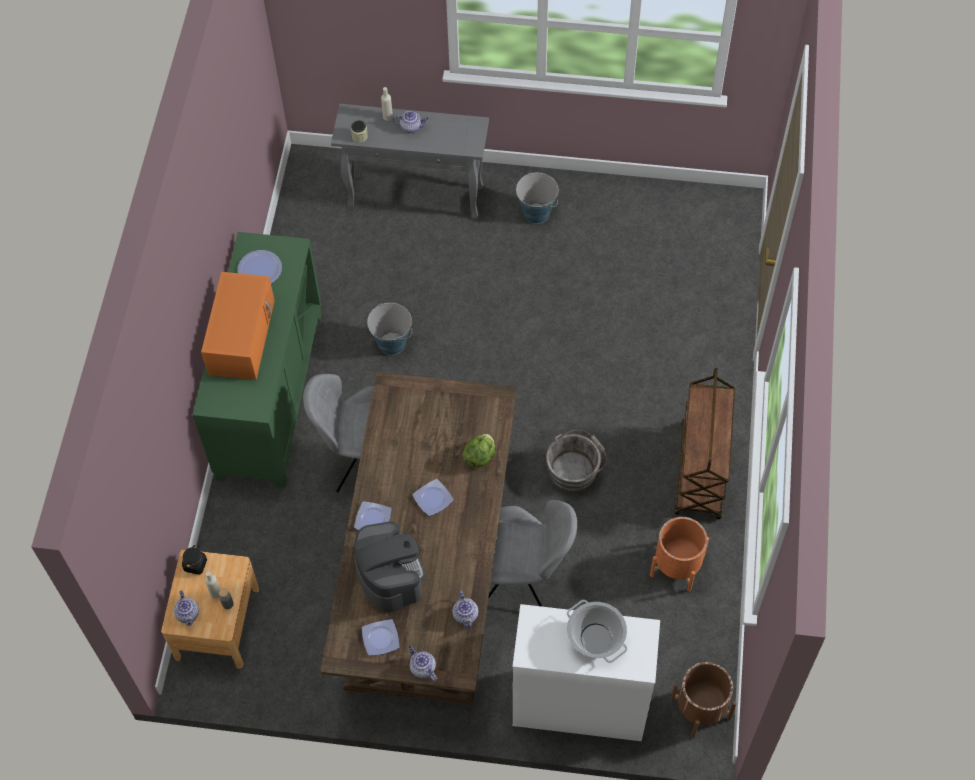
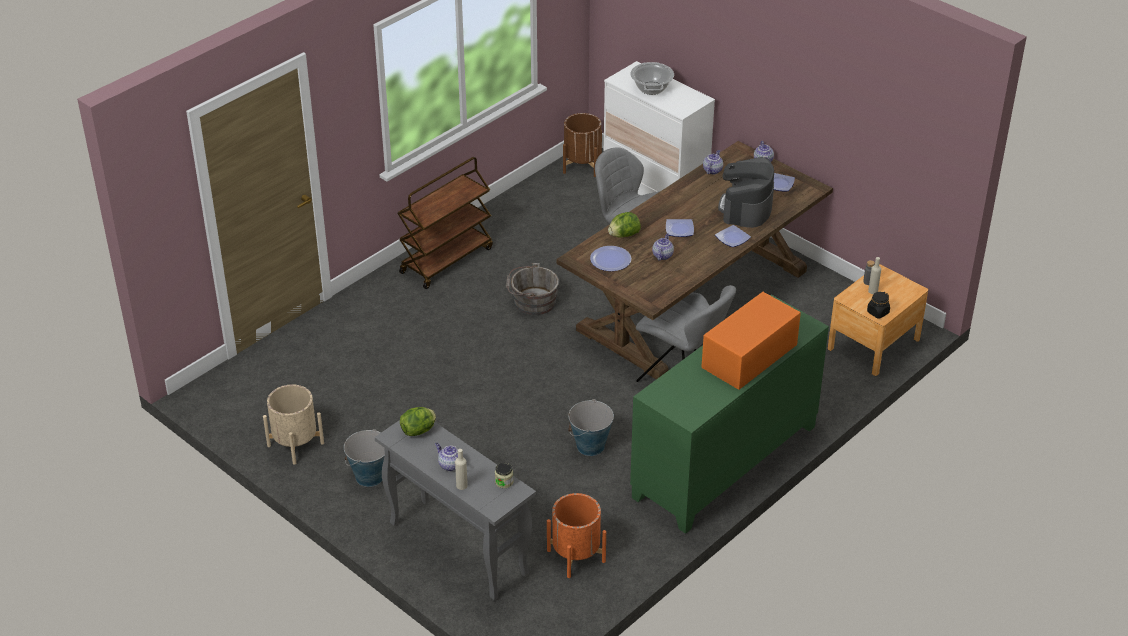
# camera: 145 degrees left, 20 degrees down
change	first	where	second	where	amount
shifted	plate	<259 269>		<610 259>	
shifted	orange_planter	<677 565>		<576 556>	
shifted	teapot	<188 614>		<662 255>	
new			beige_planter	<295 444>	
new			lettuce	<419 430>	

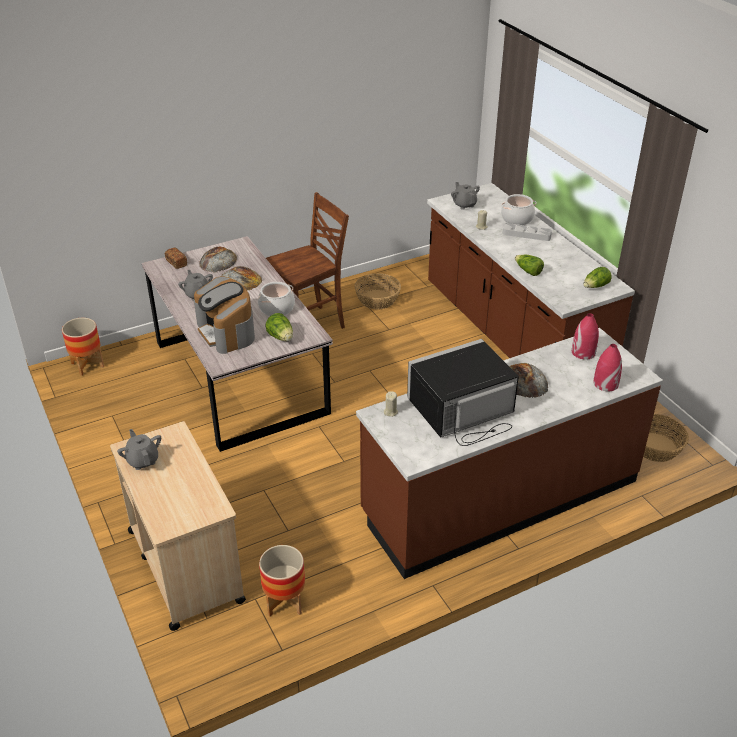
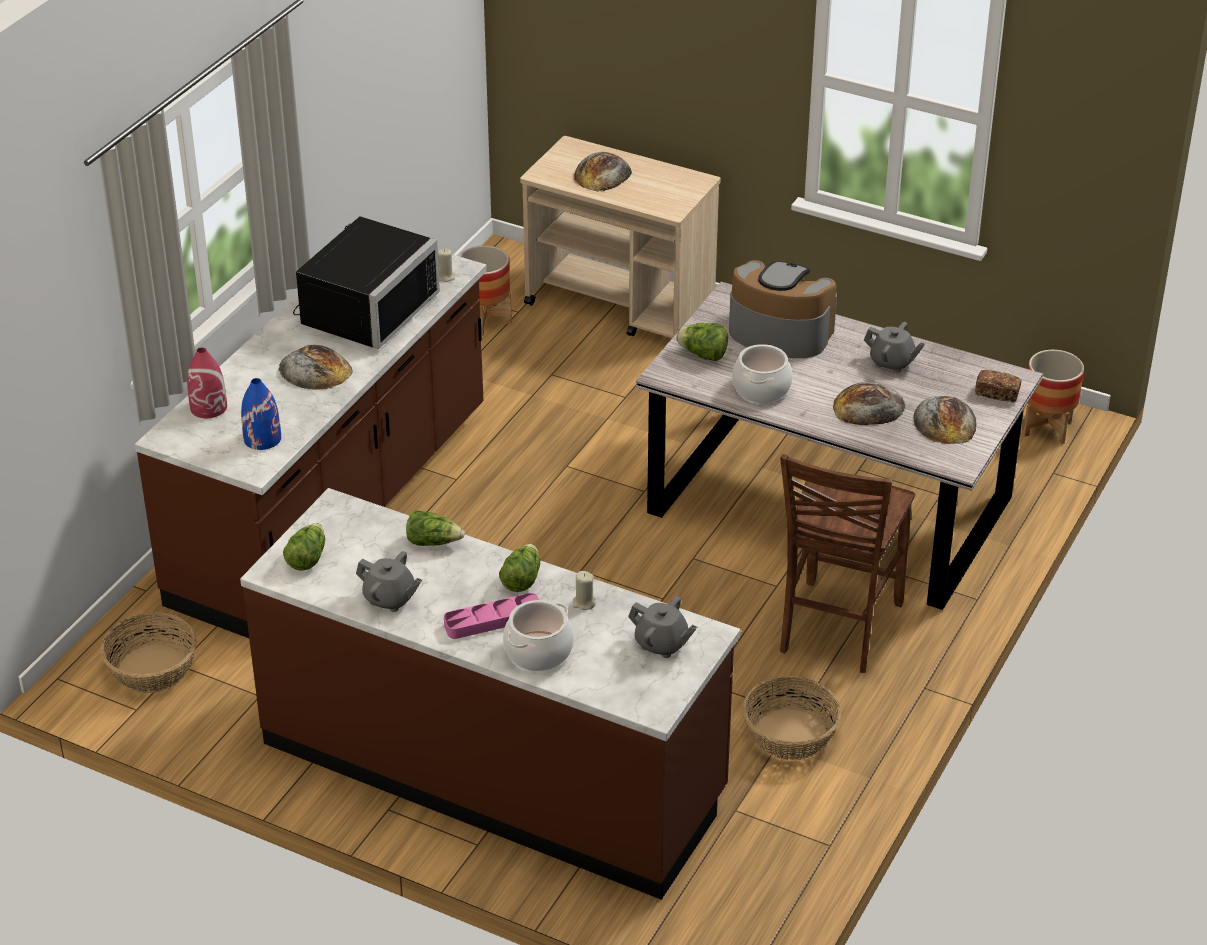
# camera: 145 degrees right, 0 degrees up
change	first	where	second	where	amount
repainted	grey_tray	<526 234>	pink_tray	<493 620>	
repainted	red_vase	<583 352>	blue_vase	<262 438>	
shifted	grey_teapot	<142 460>		<390 599>	
new			bread	<602 174>	
new			lettuce	<521 579>	

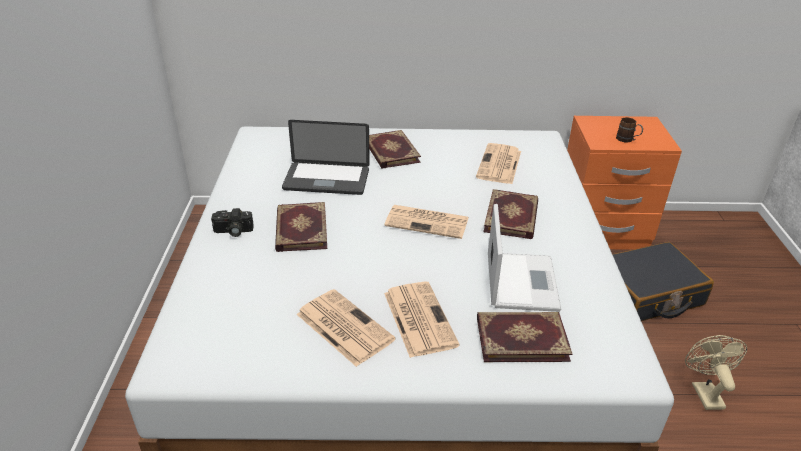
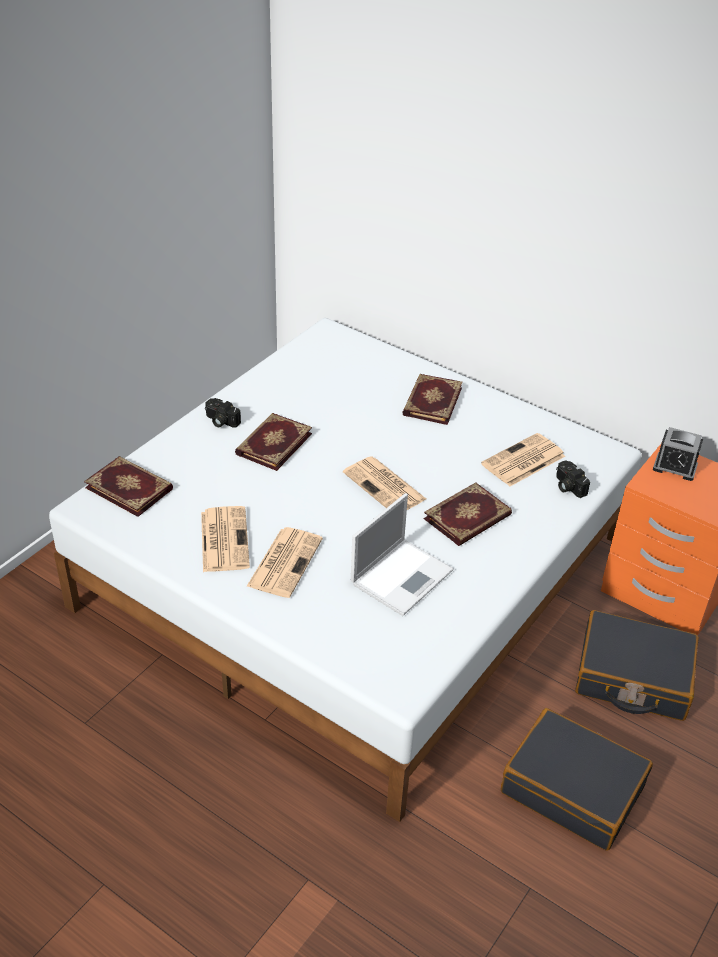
# camera: 35 degrees right, 5 degrees up
change	first	where	second	where	amount
gone	brown_mug	<627 140>			
gone	laptop	<326 180>			
shifted	book	<521 338>		<130 488>	
swapped	beige_fan	<704 392>	black_suitcase	<573 789>	
new			alarm_clock	<675 467>	
new			photo_camera	<567 486>	

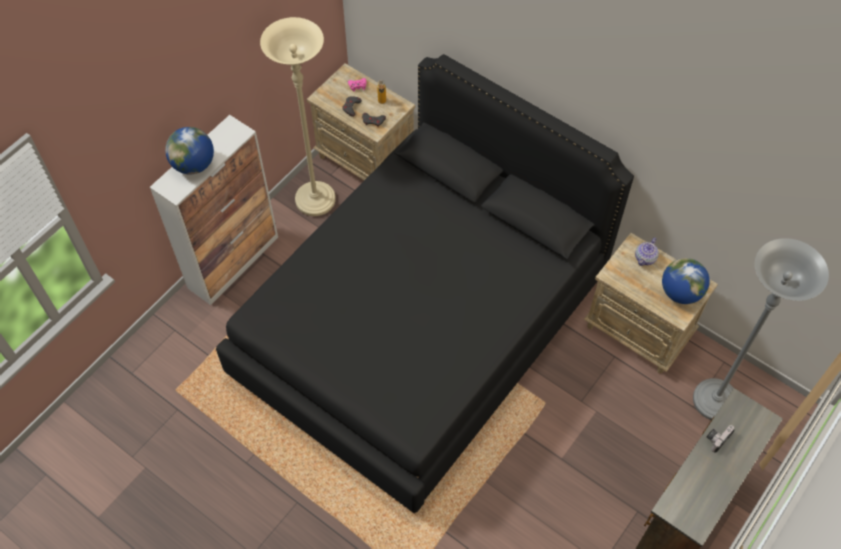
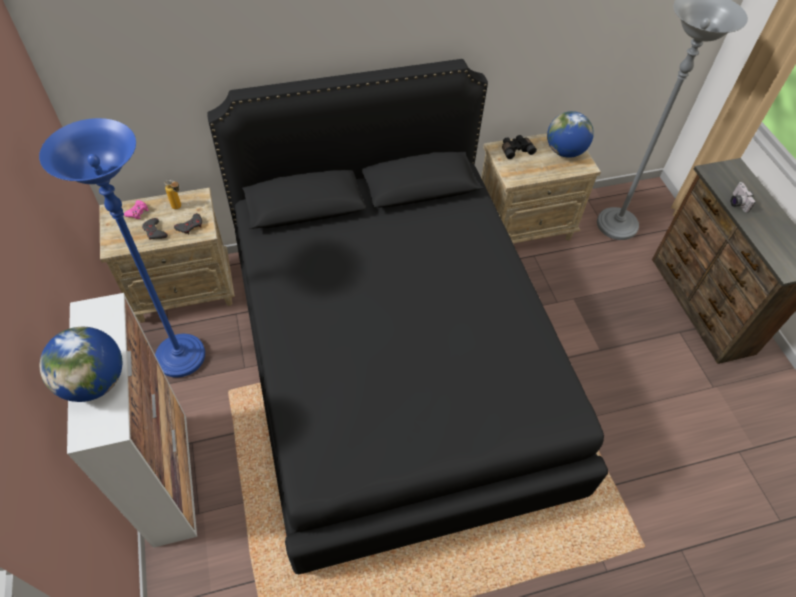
# camera: 55 degrees left, 5 degrees down
change	first	where	second	where	amount
repainted	beige_floor_lamp	<315 200>	blue_floor_lamp	<181 357>	
swapped	teapot	<645 258>	black_binoculars	<516 150>	

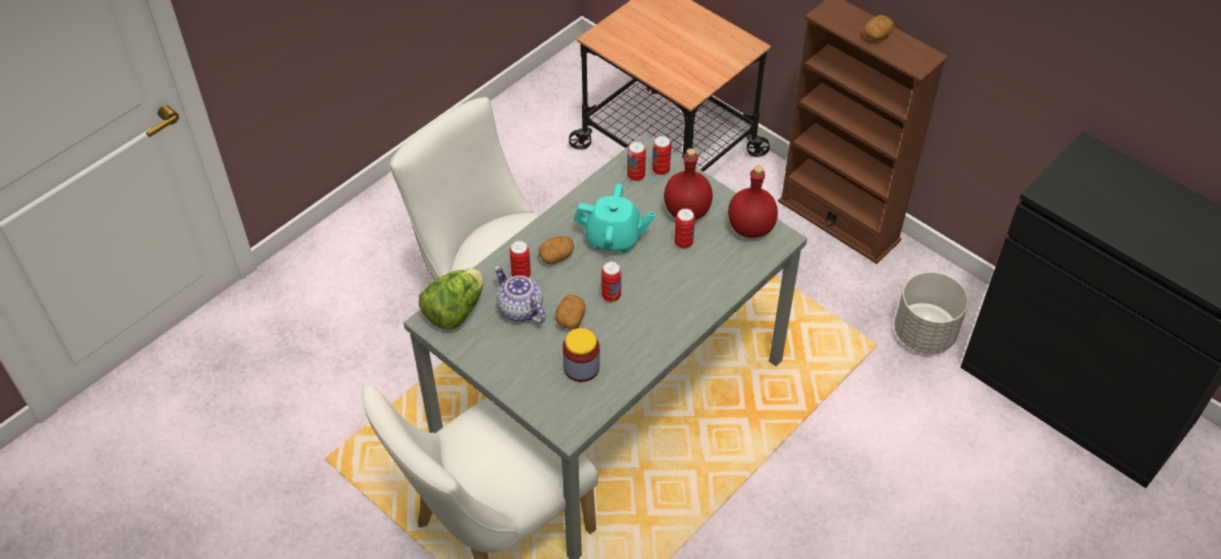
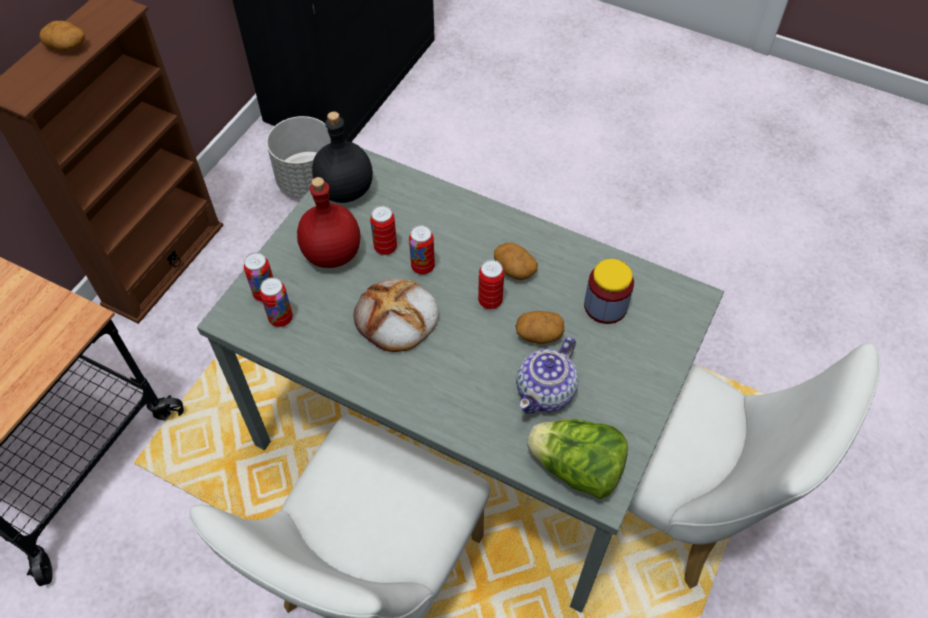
# camera: 105 degrees left, 5 degrees up
change	first	where	second	where	amount
repainted	red_bottle	<751 228>	black_bottle	<345 189>	
swapped	turquoise_teapot	<614 238>	bread	<396 319>	
shifted	potato	<556 255>		<514 269>	
shifted	can	<521 275>		<423 267>	

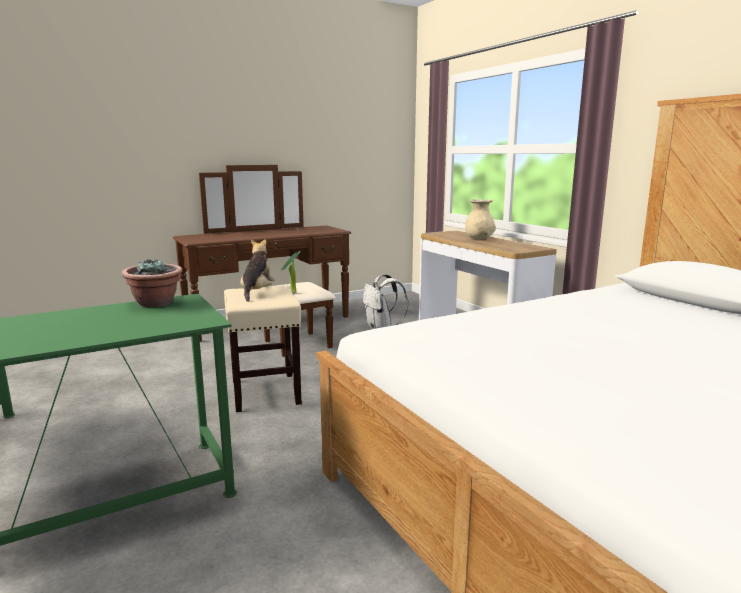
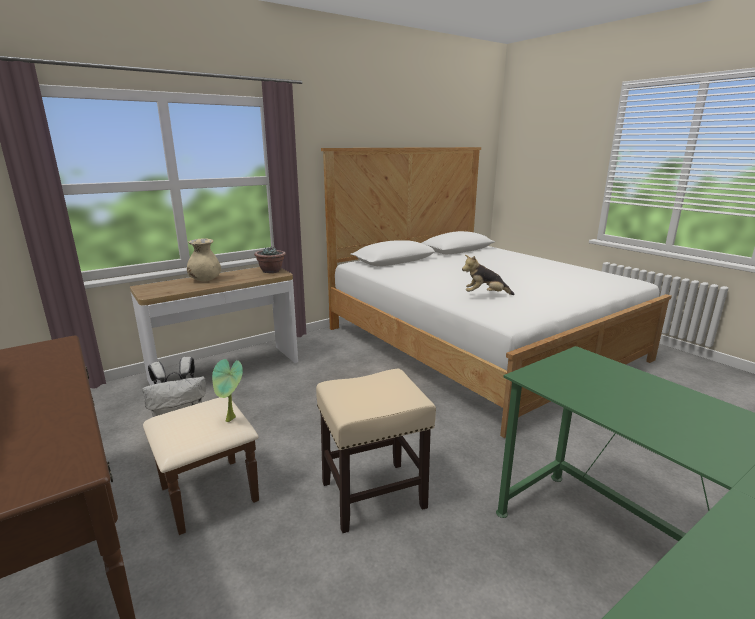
# camera: 95 degrees left, 5 degrees up
change	first	where	second	where	amount
shifted	plush_toy	<257 292>		<485 295>	
shifted	potted_plant	<156 303>		<271 271>	

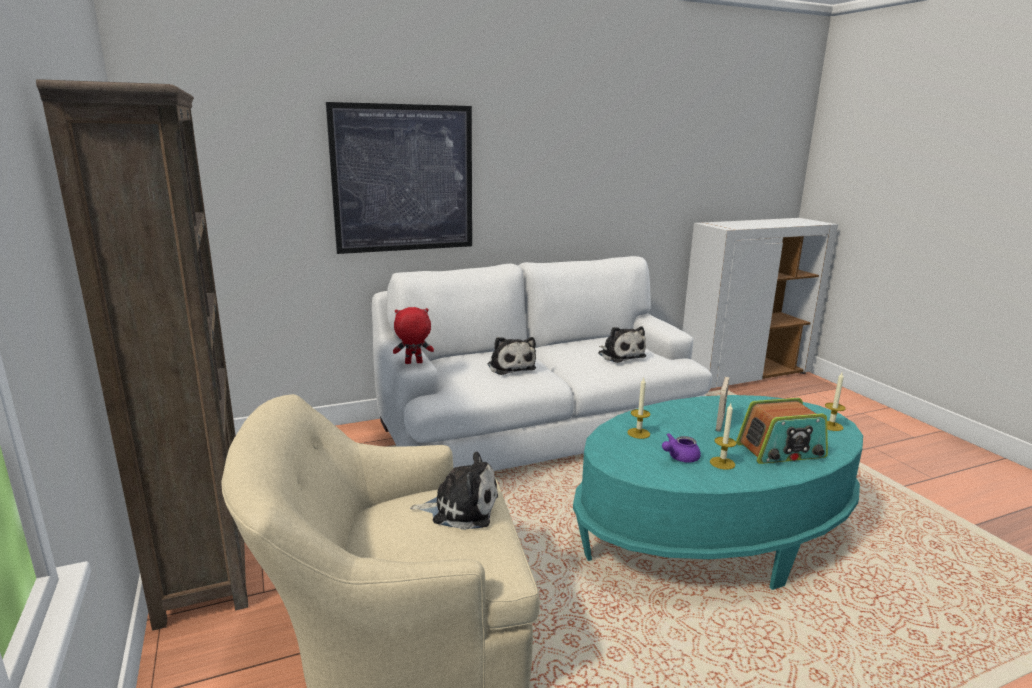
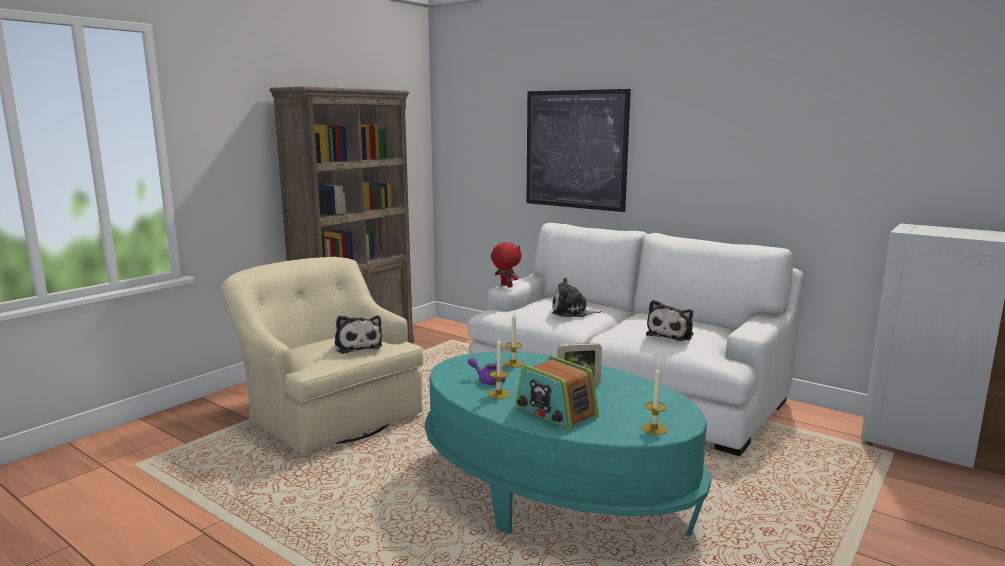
# camera: 60 degrees right, 5 degrees down
change	first	where	second	where	amount
rotated	plush_toy	<510 366>		<572 312>	60 degrees clockwise

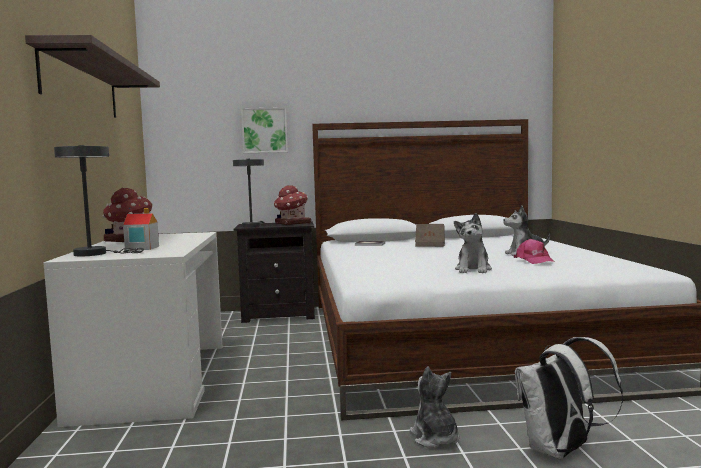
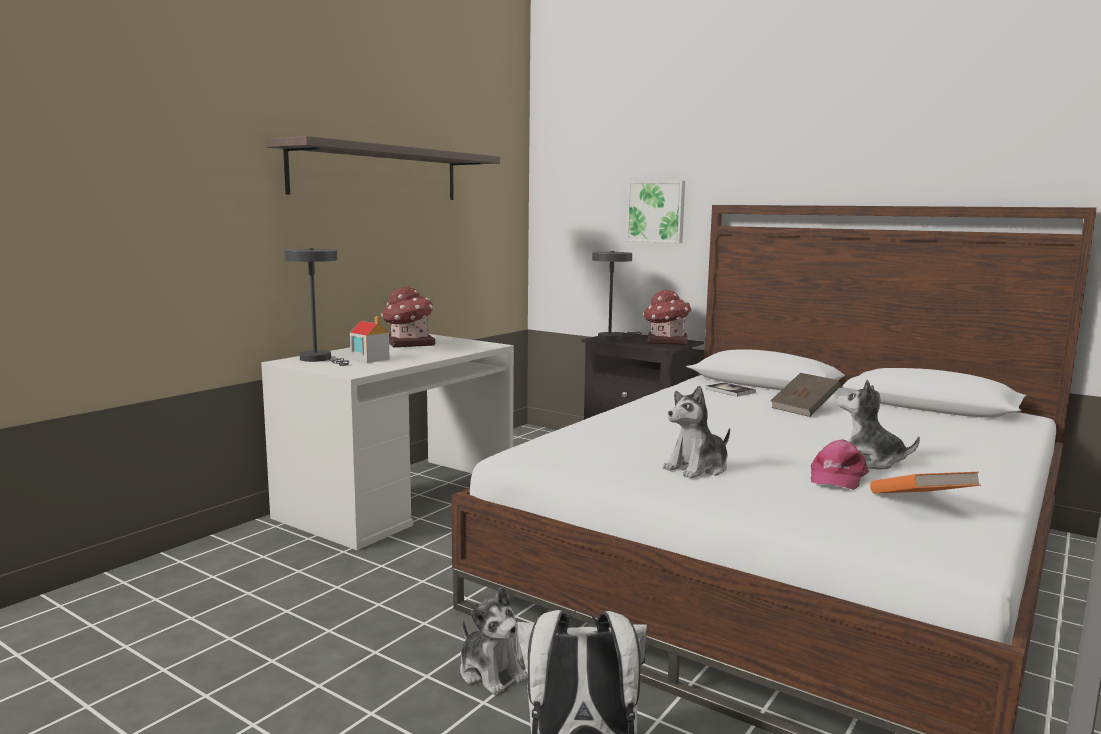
# camera: 40 degrees right, 5 degrees up
change	first	where	second	where	amount
rotated	plush_toy	<435 438>		<491 672>	120 degrees clockwise
new			orange_book	<920 505>	

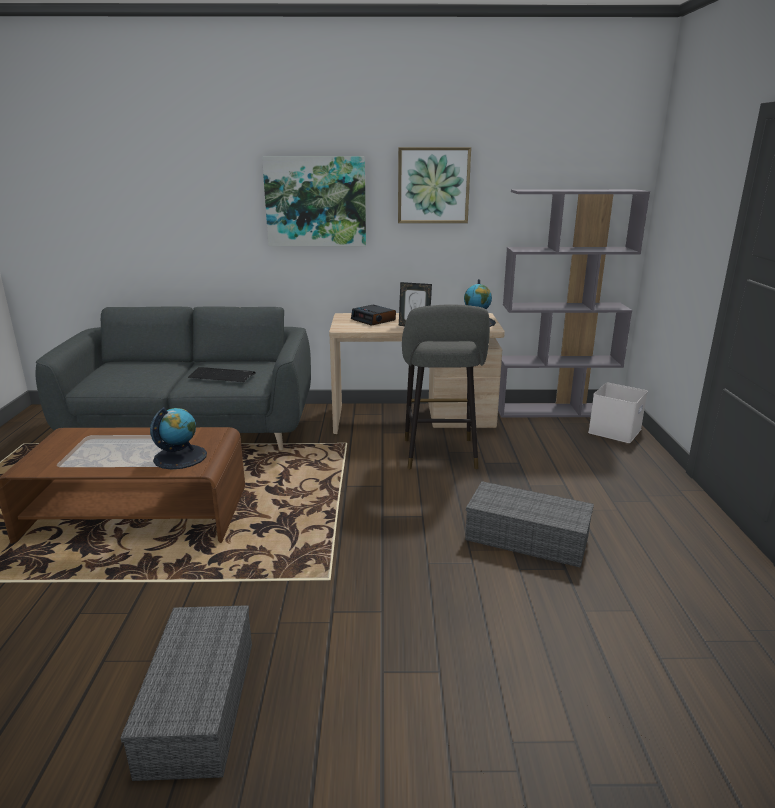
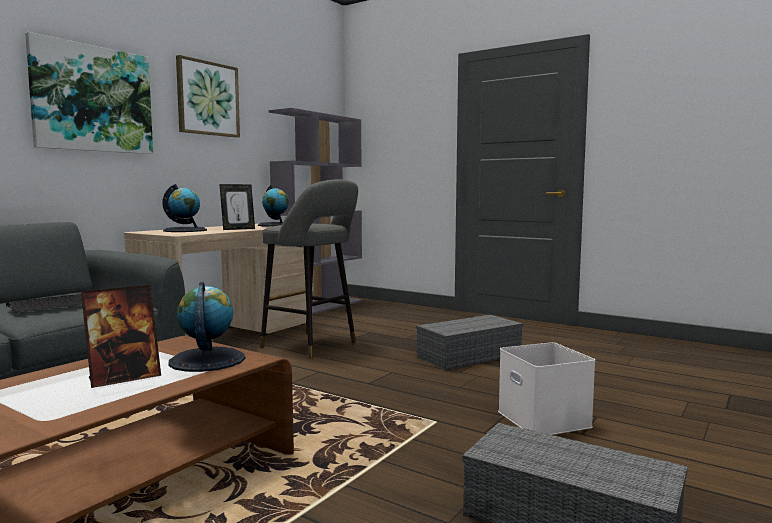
# camera: 55 degrees left, 15 degrees down
change	first	where	second	where	amount
swapped	alarm_clock	<374 320>	globe	<185 230>	
shifted	white_storage_box	<615 431>		<546 419>	
new			picture_frame	<124 378>	

